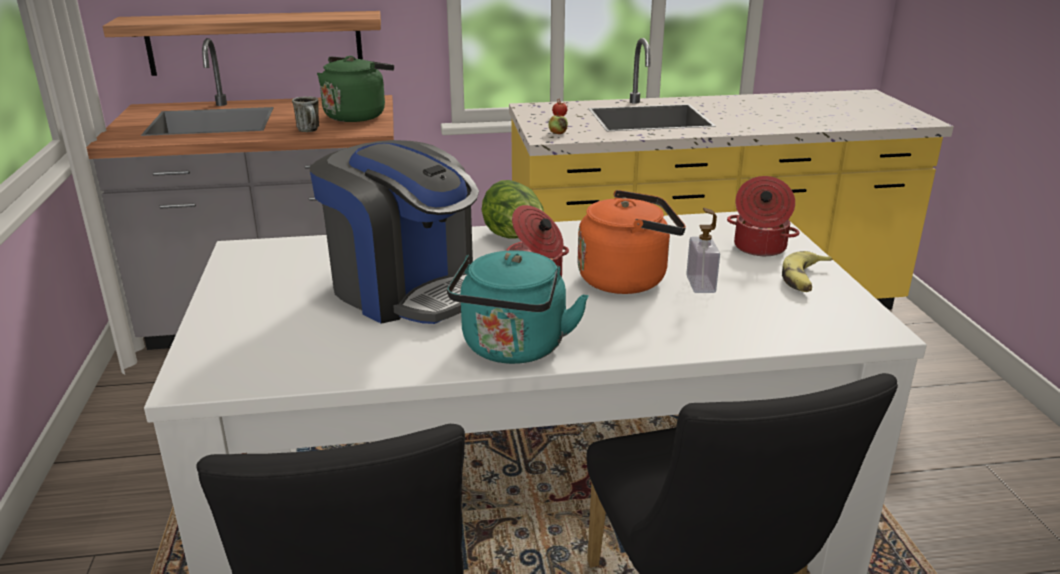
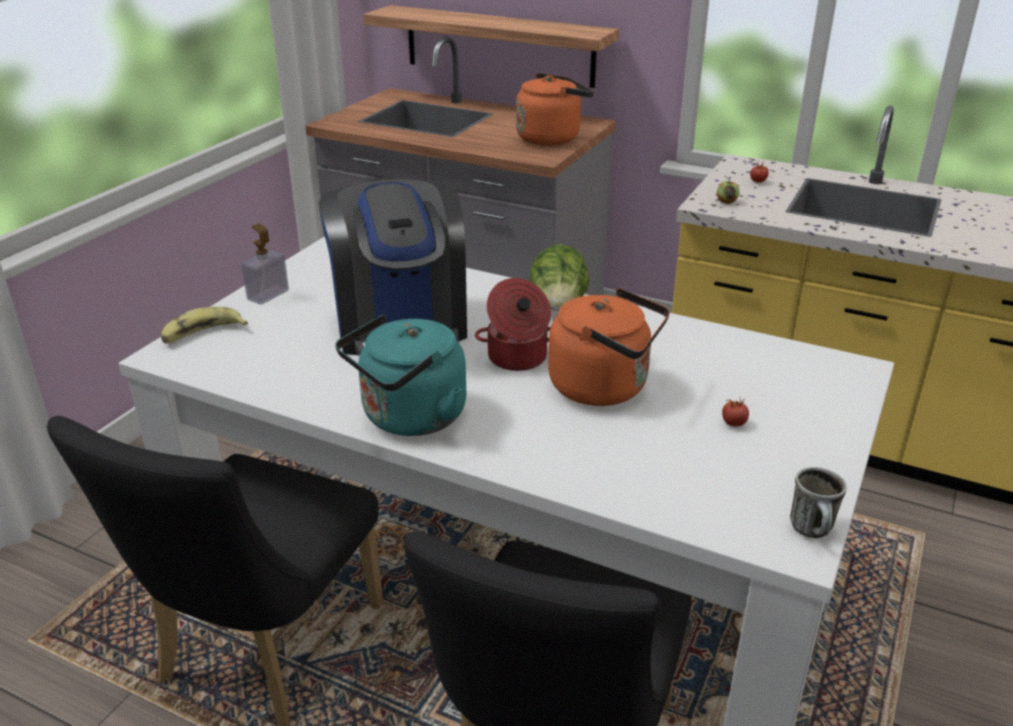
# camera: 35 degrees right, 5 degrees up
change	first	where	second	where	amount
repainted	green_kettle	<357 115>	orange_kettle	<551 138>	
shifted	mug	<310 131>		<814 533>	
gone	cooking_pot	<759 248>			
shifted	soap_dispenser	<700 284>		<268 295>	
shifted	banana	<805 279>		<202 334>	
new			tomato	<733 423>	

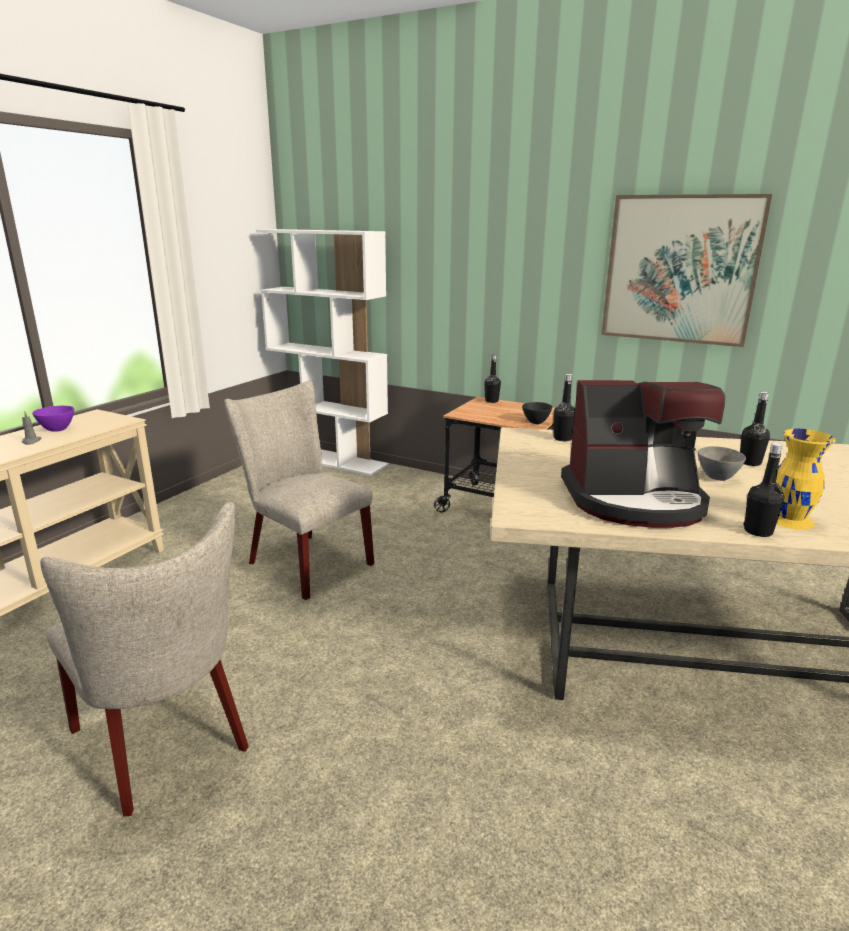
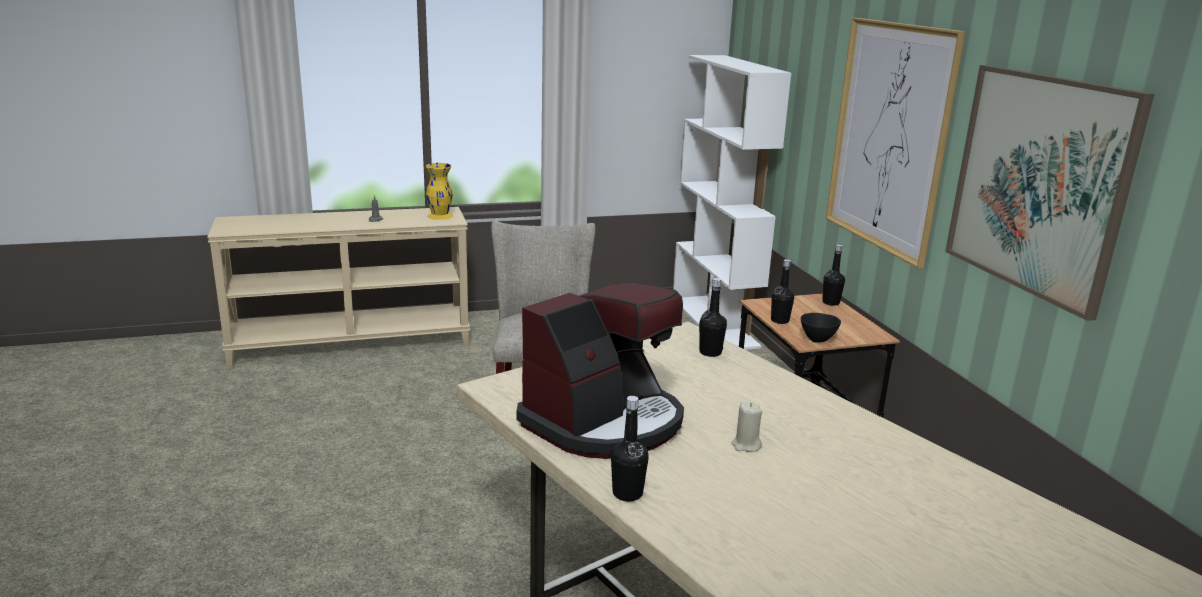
# camera: 45 degrees right, 0 degrees up
change	first	where	second	where	amount
rotated	coffee_machine	<634 501>		<605 422>	90 degrees counterclockwise
shifted	black_bottle	<750 462>		<780 320>	
gone	purple_bowl	<57 430>			
shifted	yellow_vase	<790 519>		<440 216>	
swapped	grey_bowl	<716 477>	beige_candle	<746 445>	
gone	beige_chair	<166 744>			
new			picture	<889 137>	

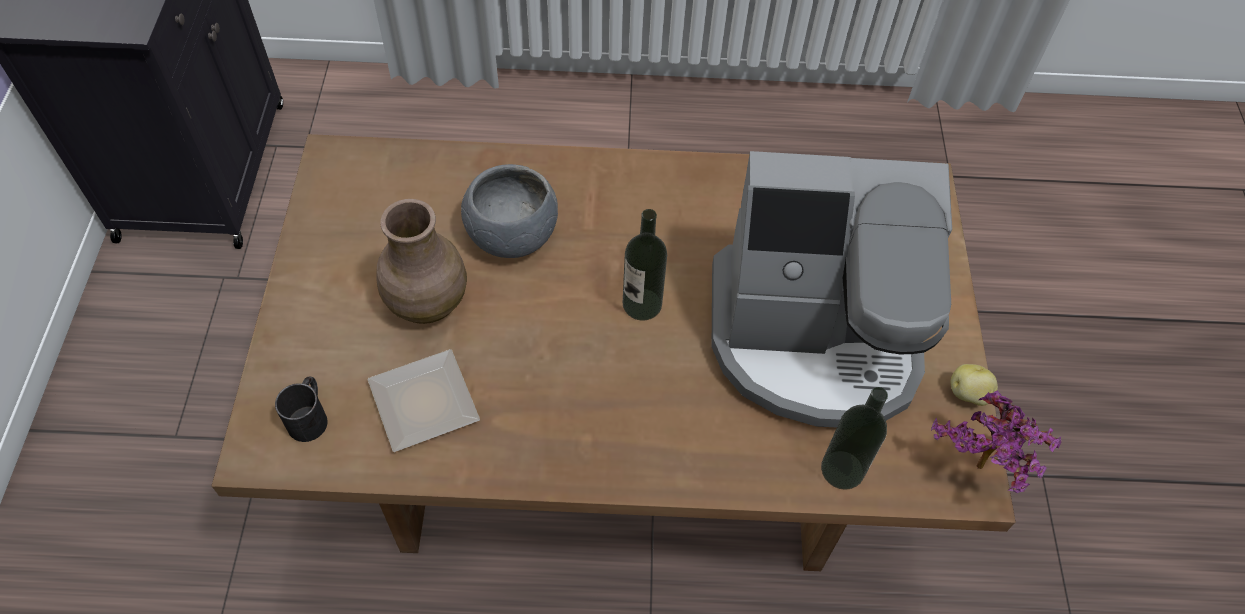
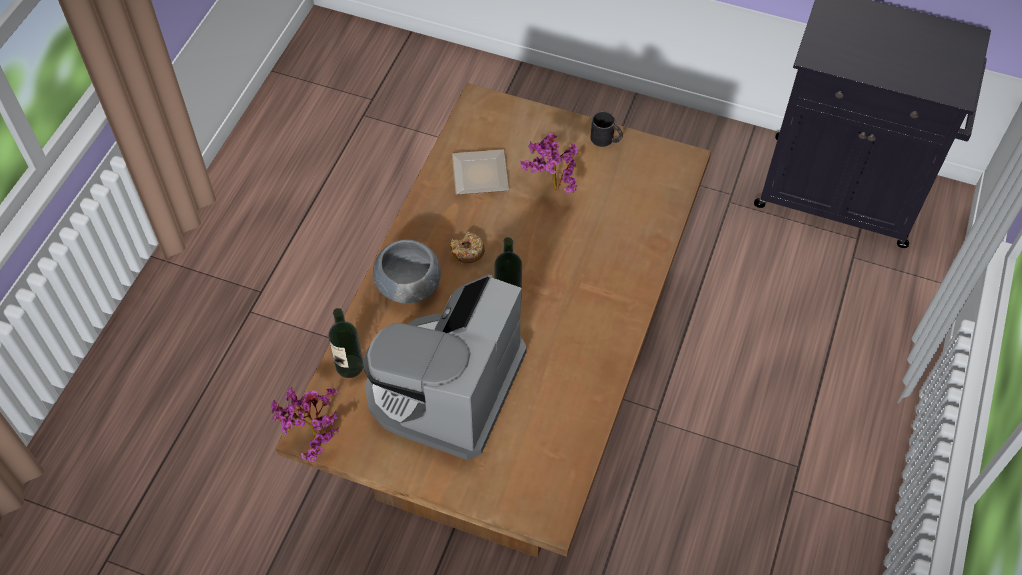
# camera: 110 degrees right, 0 degrees up
change	first	where	second	where	amount
shifted	grey_bowl	<512 234>		<408 286>	
swapped	brown_vase	<427 301>	potted_plant	<550 188>	
gone	potato	<968 394>			
shifted	black_mug	<310 416>		<606 139>	
new			donut	<467 251>	

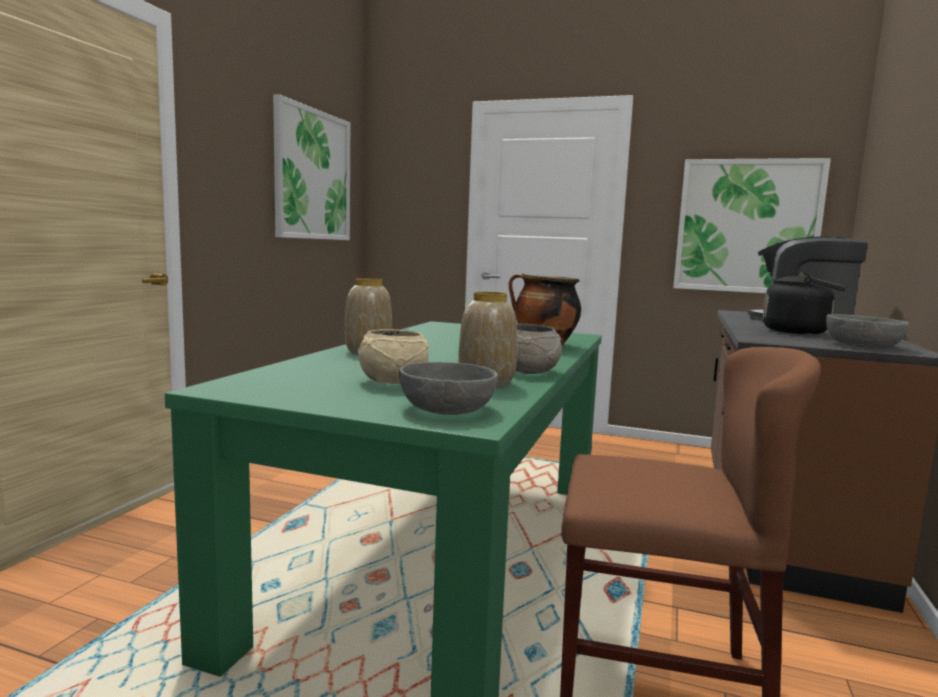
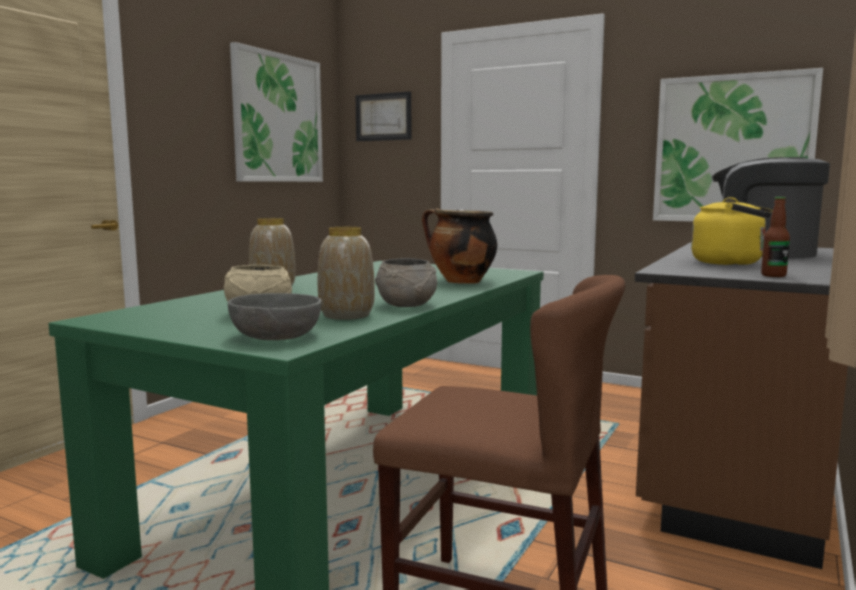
# camera: 10 degrees right, 0 degrees up
change	first	where	second	where	amount
repainted	black_kettle	<799 332>	yellow_kettle	<731 263>	
swapped	grey_bowl	<862 346>	bottle	<773 275>	
new			picture	<383 117>	

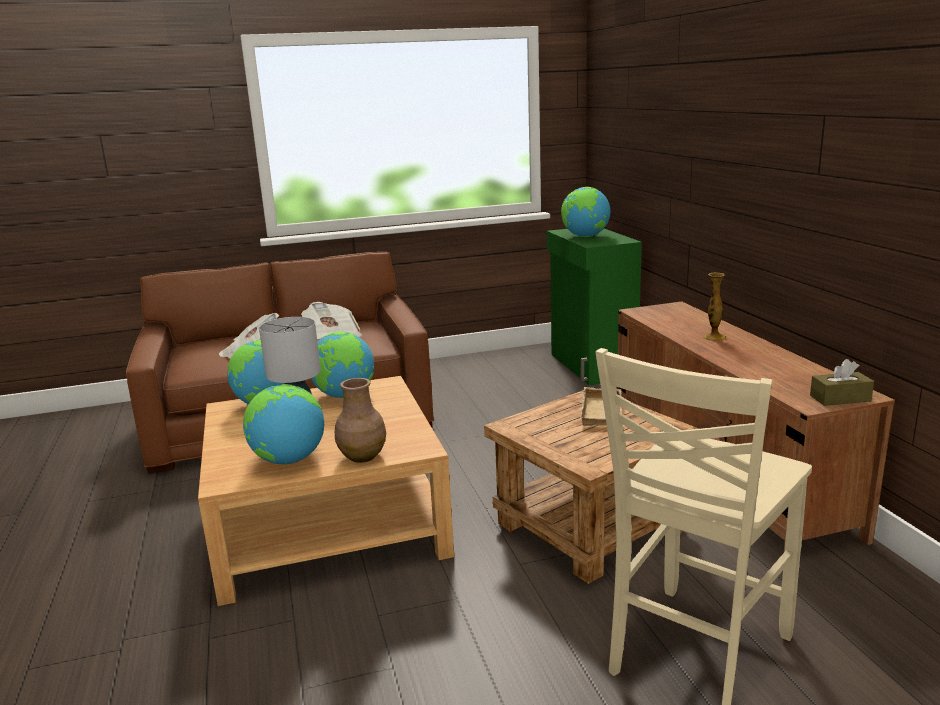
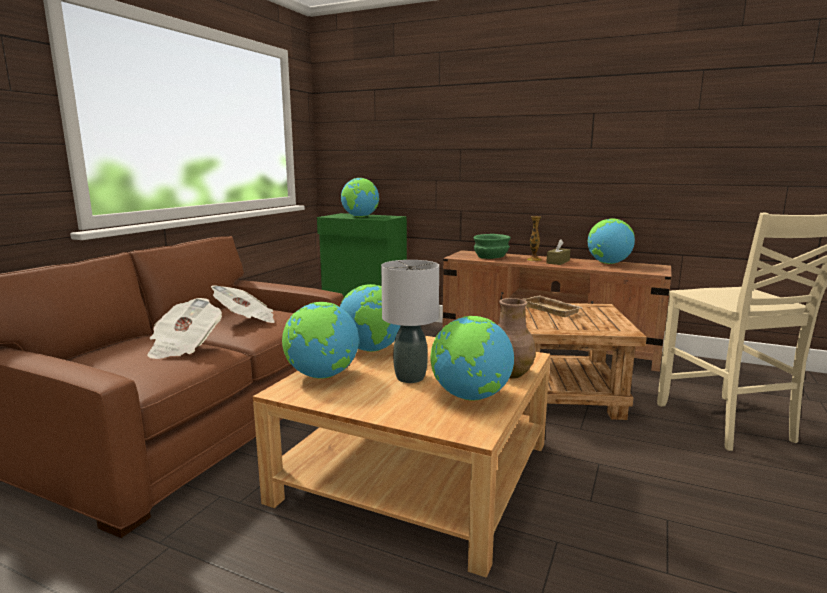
# camera: 50 degrees left, 5 degrees down
change	first	where	second	where	amount
shifted	brown_tissue_box	<840 398>		<558 262>	
new			globe	<608 263>	
new			green_bowl	<491 257>	

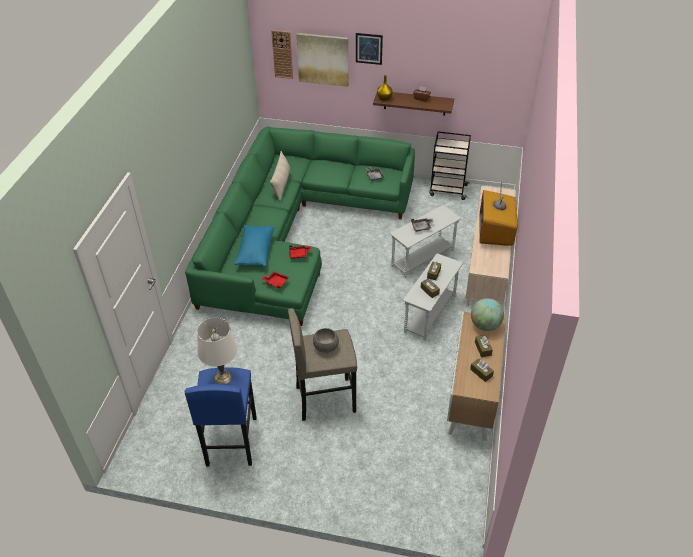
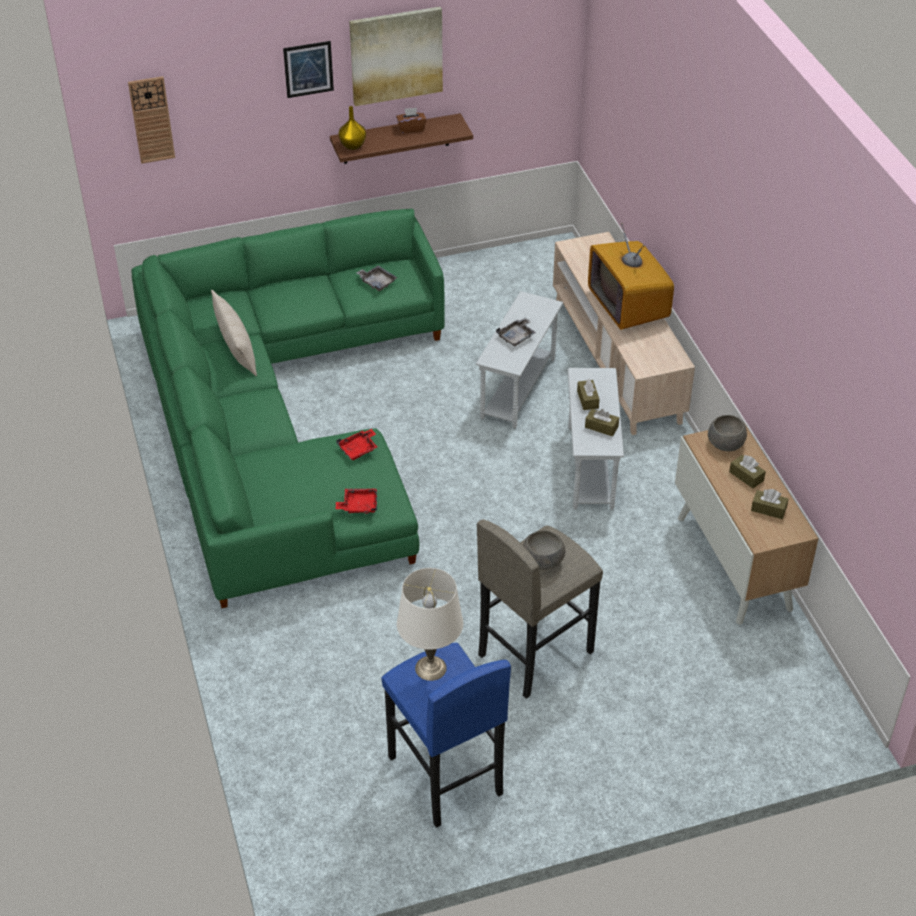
# camera: 30 degrees left, 0 degrees up
change	first	where	second	where	amount
shifted	picture	<323 59>		<396 55>	
gone	black_cart	<447 190>			
gone	blue_pillow	<255 251>			
swapped	globe	<485 325>	grey_bowl	<725 443>	

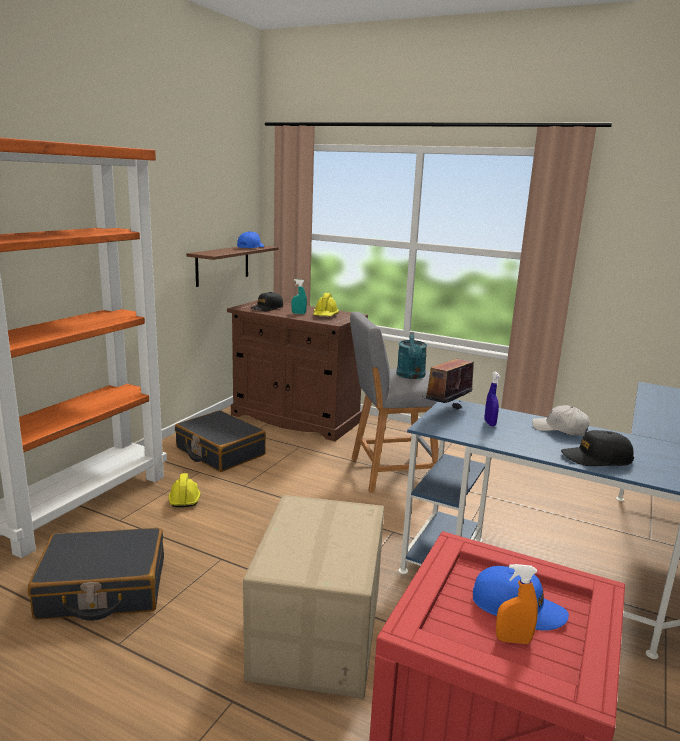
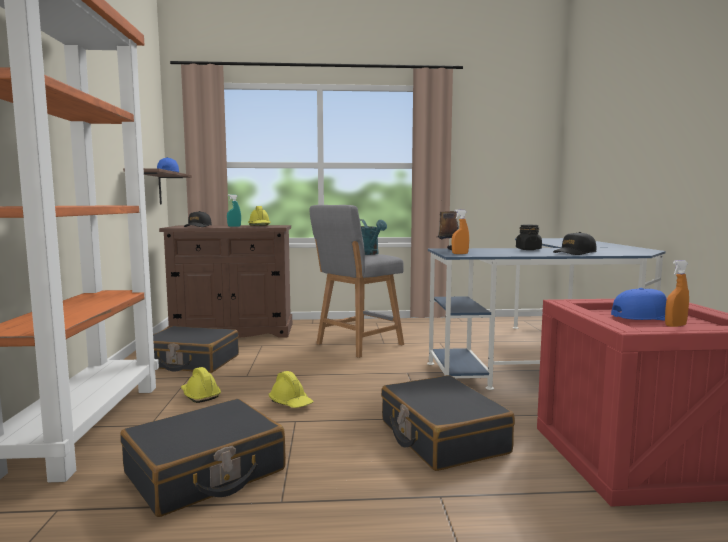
# camera: 30 degrees left, 10 degrees down
change	first	where	second	where	amount
gone	blue_spray_bottle	<490 423>			
swapped	white_cap	<560 429>	black_jar	<528 249>	
swapped	cardboard_box	<319 633>	black_suitcase	<442 437>	
new			orange_spray_bottle	<460 254>	
new			yellow_hard_hat	<291 403>	

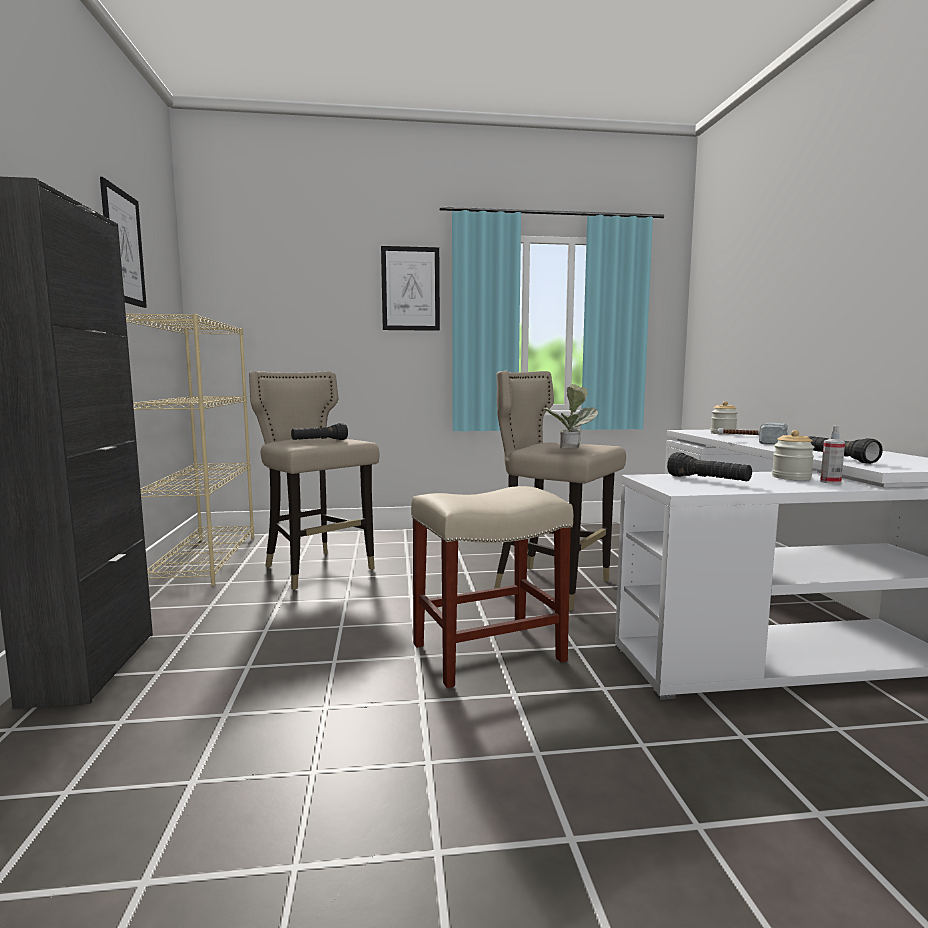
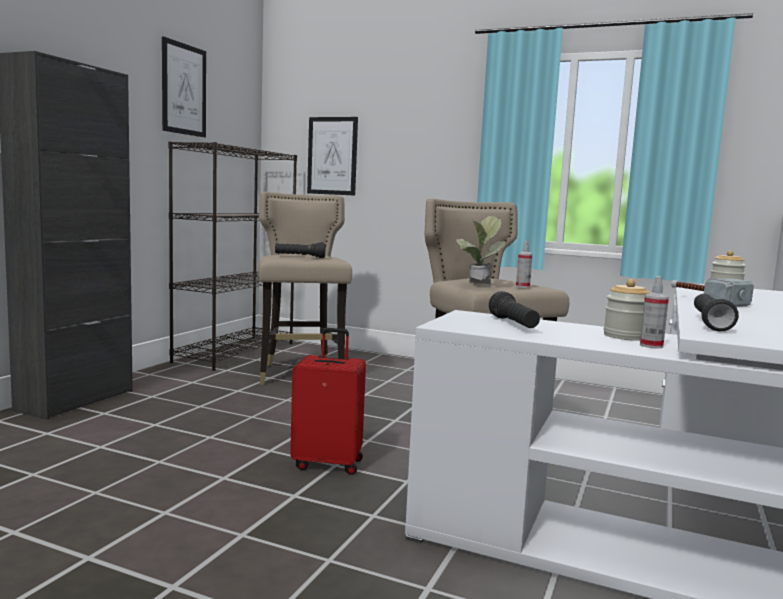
# camera: 30 degrees right, 0 degrees up
change	first	where	second	where	amount
shifted	picture	<410 289>		<332 156>	
repainted	beige_bookcase	<206 559>	black_bookcase	<235 352>	
swapped	beige_stool	<489 651>	red_suitcase	<328 463>	
new			spray_bottle	<522 286>	

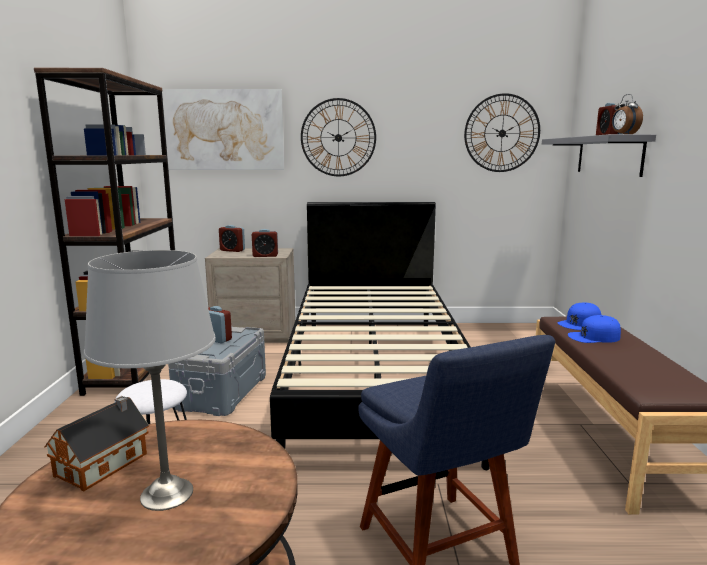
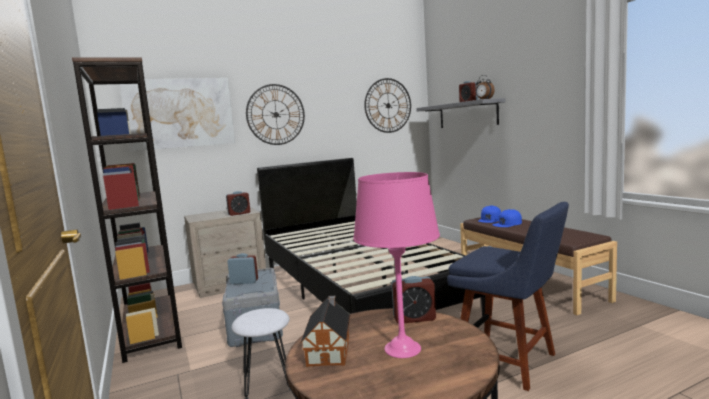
# camera: 25 degrees left, 5 degrees down
change	first	where	second	where	amount
shifted	alarm_clock	<232 250>		<414 318>	
repainted	grey_table_lamp	<166 493>	pink_table_lamp	<402 349>	

